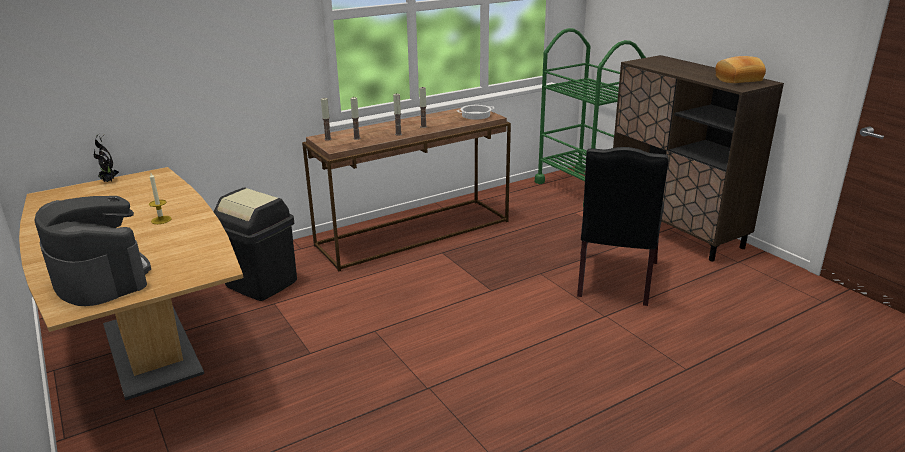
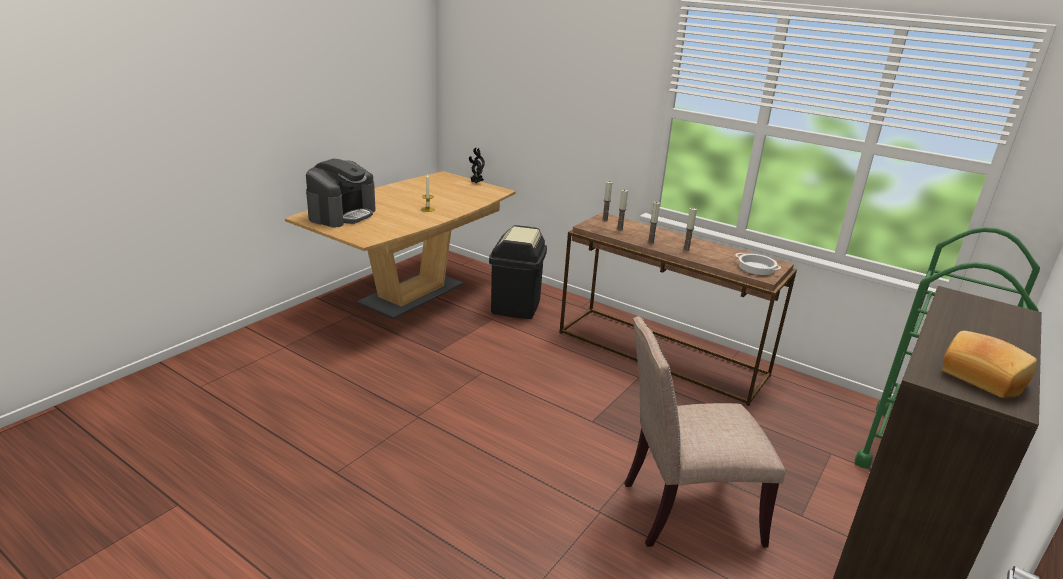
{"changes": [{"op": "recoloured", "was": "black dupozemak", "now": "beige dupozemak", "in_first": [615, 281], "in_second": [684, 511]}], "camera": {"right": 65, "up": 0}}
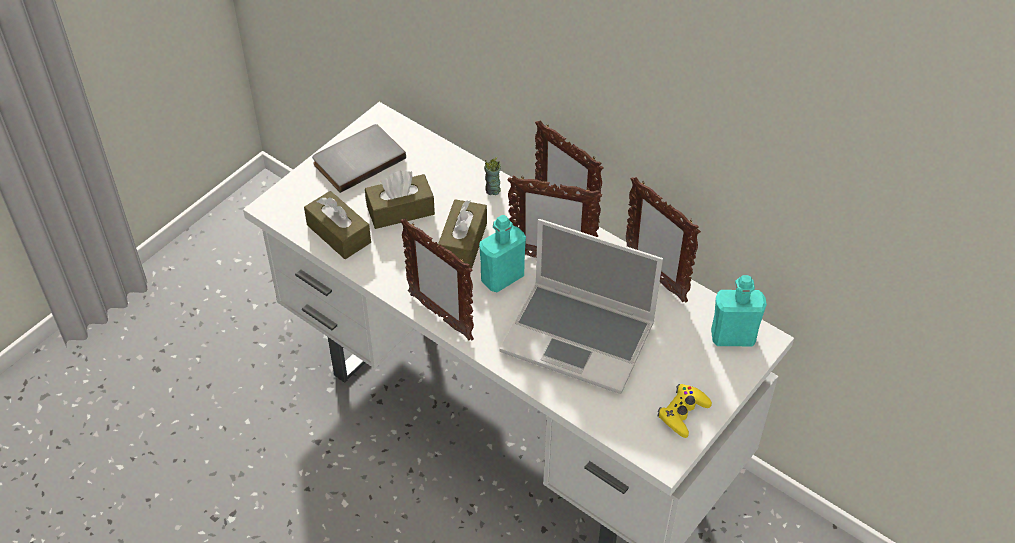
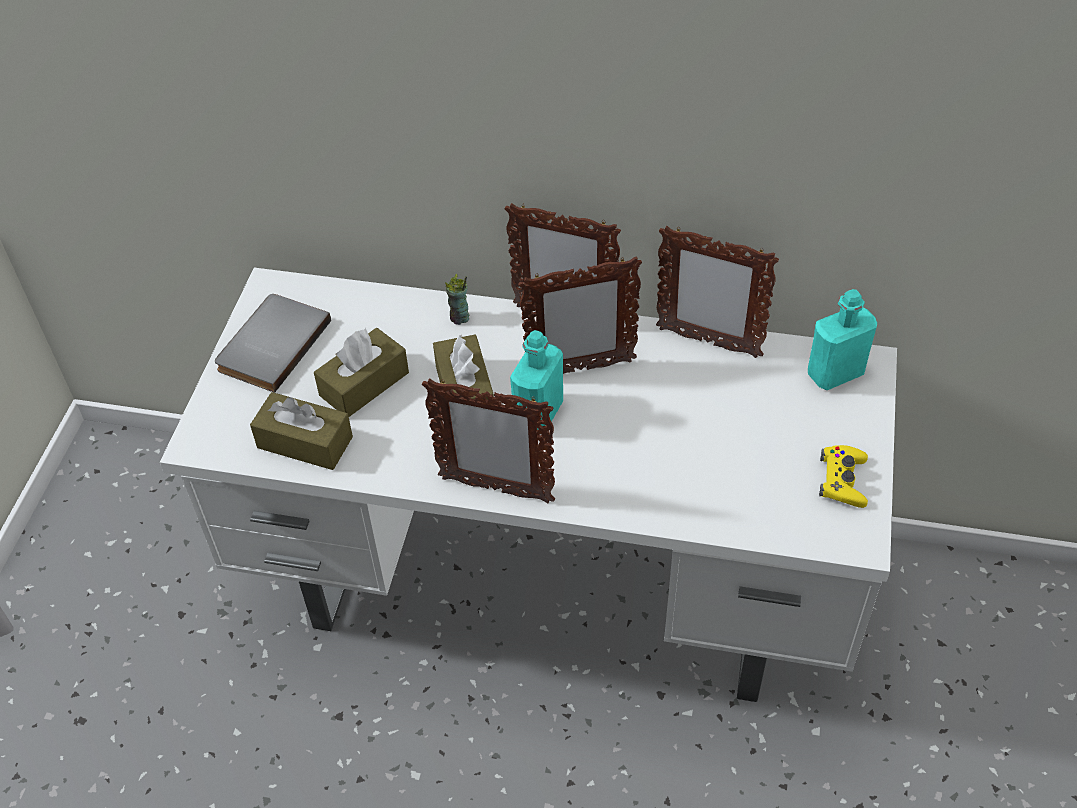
{"changes": [{"op": "removed", "was": "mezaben", "in_first": [580, 337]}], "camera": {"right": -25, "up": 0}}
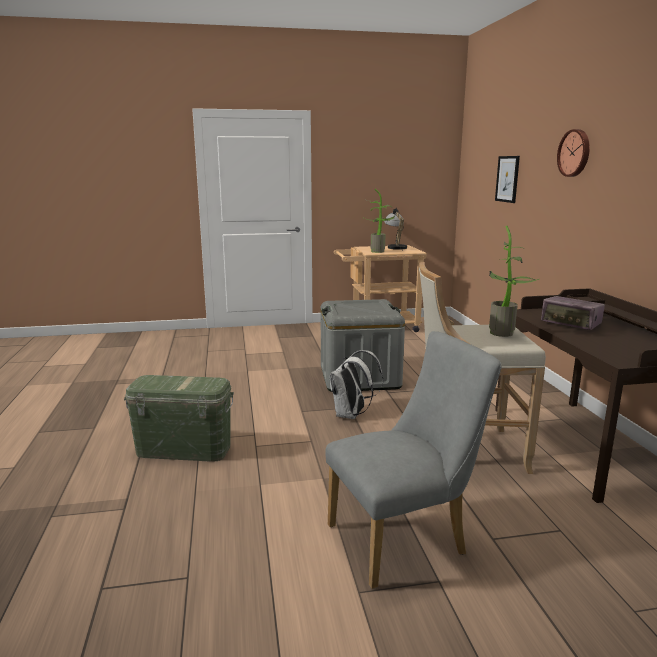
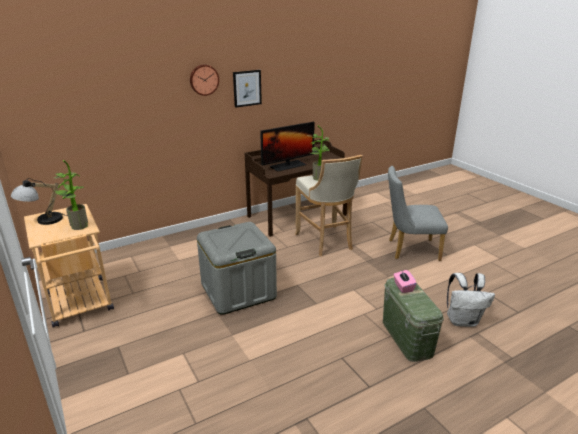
{"changes": [{"op": "added", "now": "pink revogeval", "in_second": [403, 287]}, {"op": "moved", "was": "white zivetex", "in_first": [351, 415], "in_second": [463, 320]}, {"op": "moved", "was": "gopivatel", "in_first": [507, 179], "in_second": [247, 88]}, {"op": "replaced", "was": "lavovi", "now": "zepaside", "in_first": [571, 323], "in_second": [288, 165]}, {"op": "turned", "was": "grey dupozemak", "in_first": [405, 538], "in_second": [409, 249], "clockwise": -45}], "camera": {"right": -110, "up": 10}}
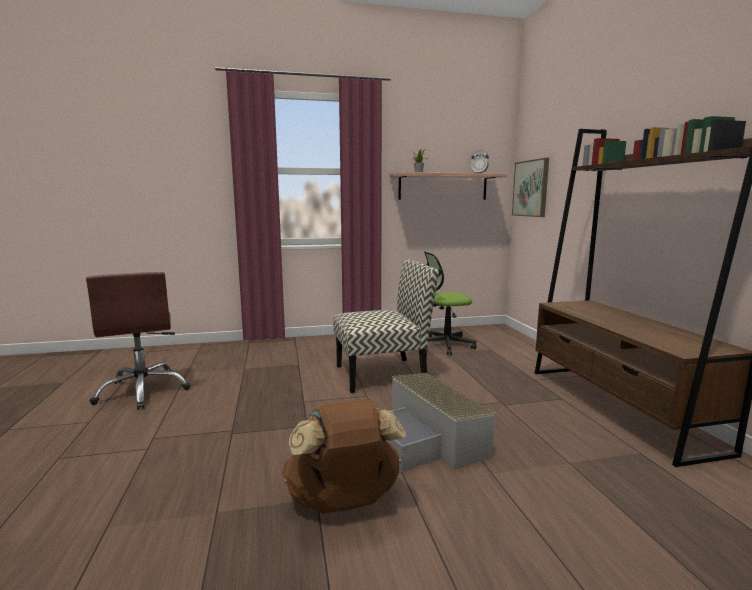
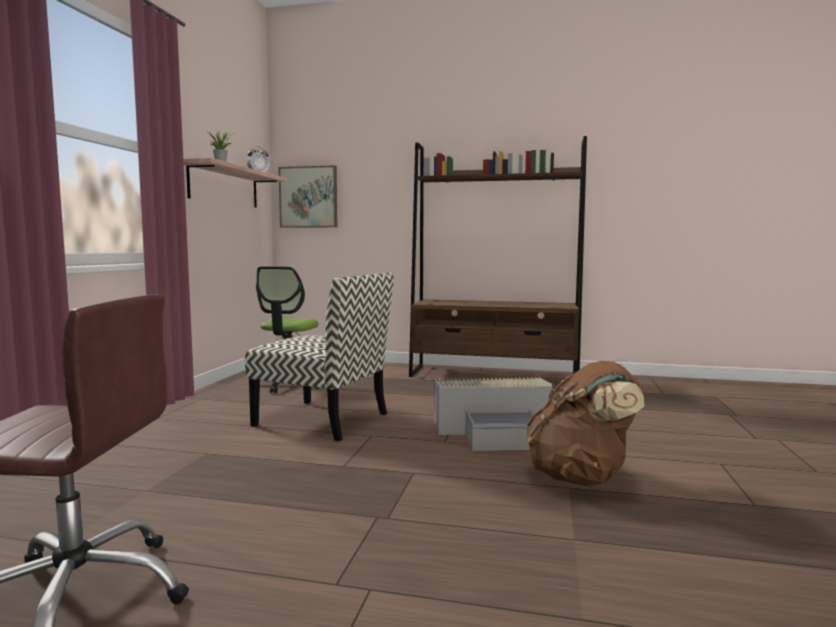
{"changes": [{"op": "turned", "was": "dupozemak", "in_first": [382, 374], "in_second": [324, 419], "clockwise": 105}], "camera": {"right": -65, "up": -5}}
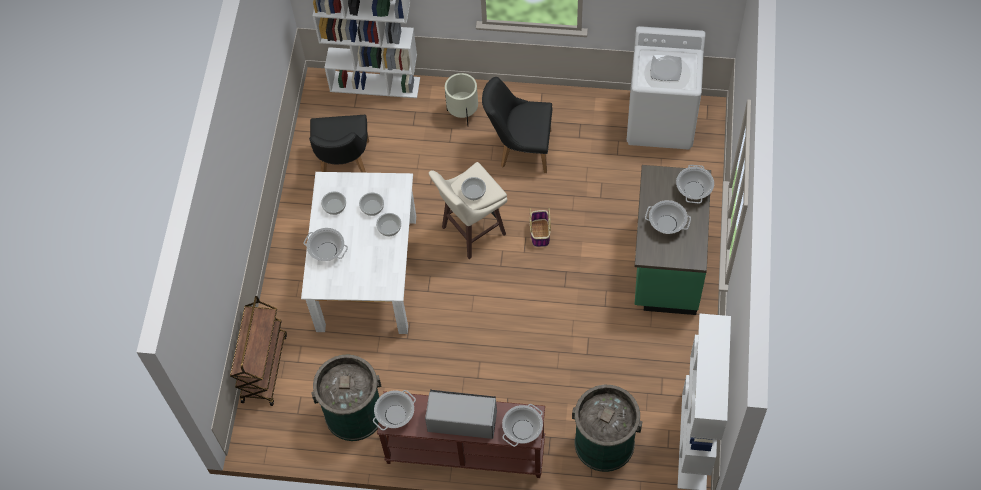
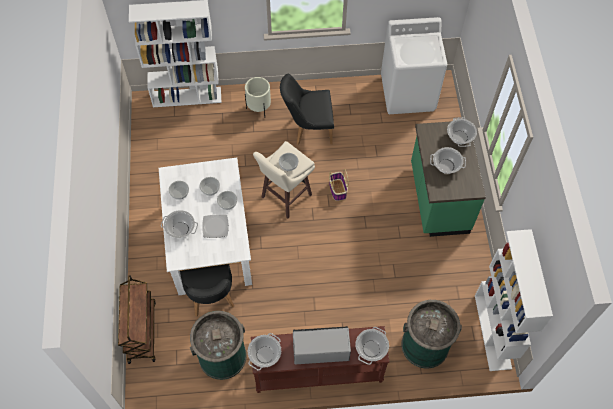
{"changes": [{"op": "moved", "was": "black dupozemak", "in_first": [344, 166], "in_second": [211, 299]}, {"op": "moved", "was": "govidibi", "in_first": [665, 68], "in_second": [215, 226]}], "camera": {"right": -15, "up": 0}}
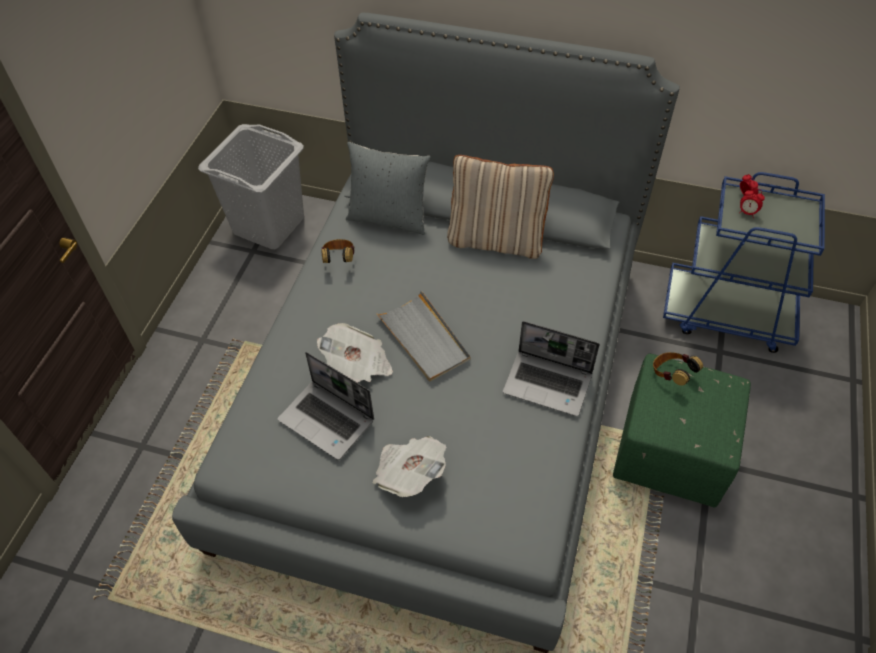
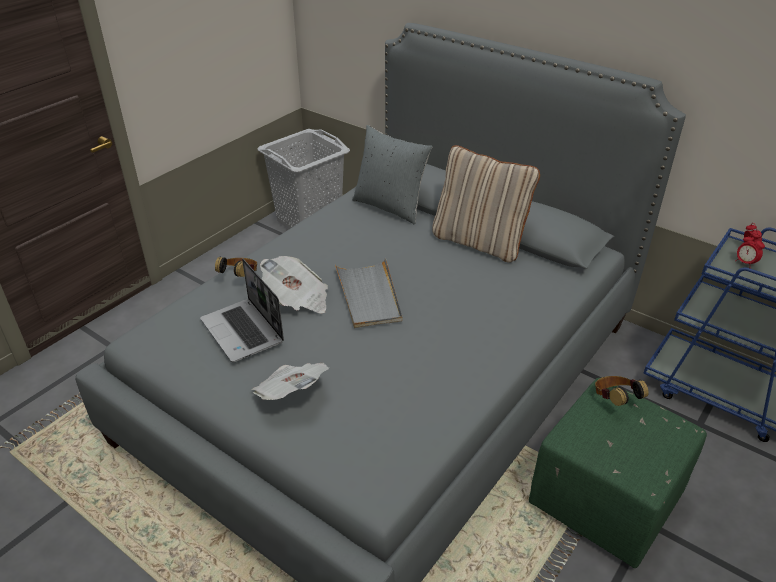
{"changes": [{"op": "removed", "was": "mezaben", "in_first": [548, 383]}, {"op": "moved", "was": "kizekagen", "in_first": [339, 260], "in_second": [240, 277]}], "camera": {"right": 20, "up": -15}}
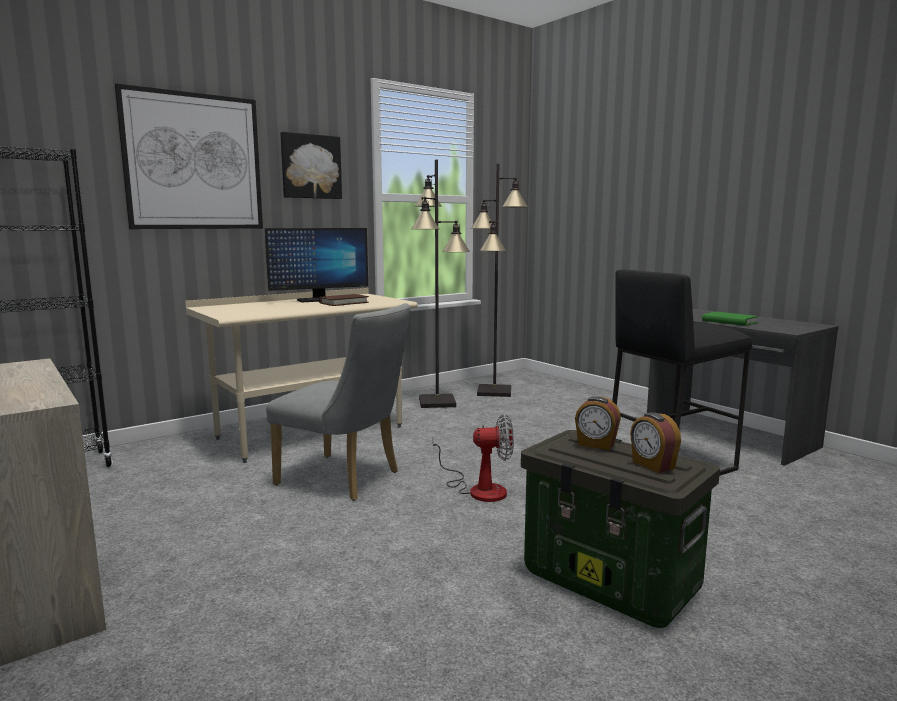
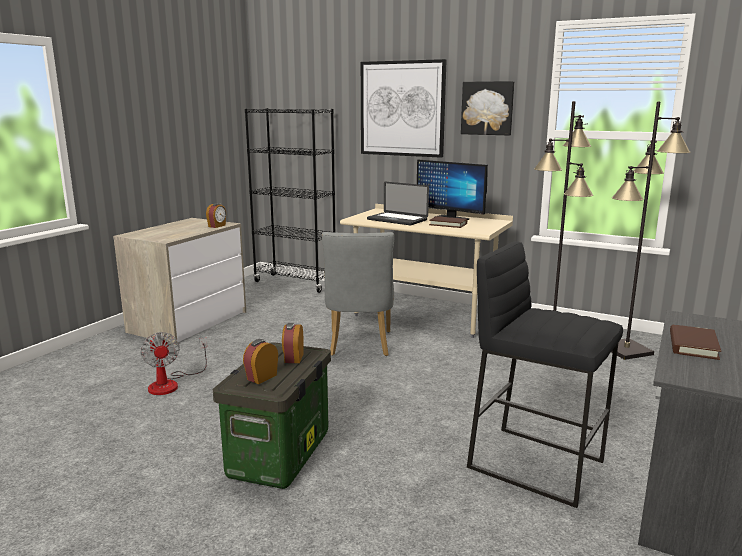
{"changes": [{"op": "added", "now": "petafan", "in_second": [217, 226]}, {"op": "added", "now": "mezaben", "in_second": [397, 220]}, {"op": "moved", "was": "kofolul", "in_first": [478, 489], "in_second": [171, 383]}, {"op": "recoloured", "was": "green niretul", "now": "brown niretul", "in_first": [729, 322], "in_second": [693, 345]}], "camera": {"right": 65, "up": 5}}
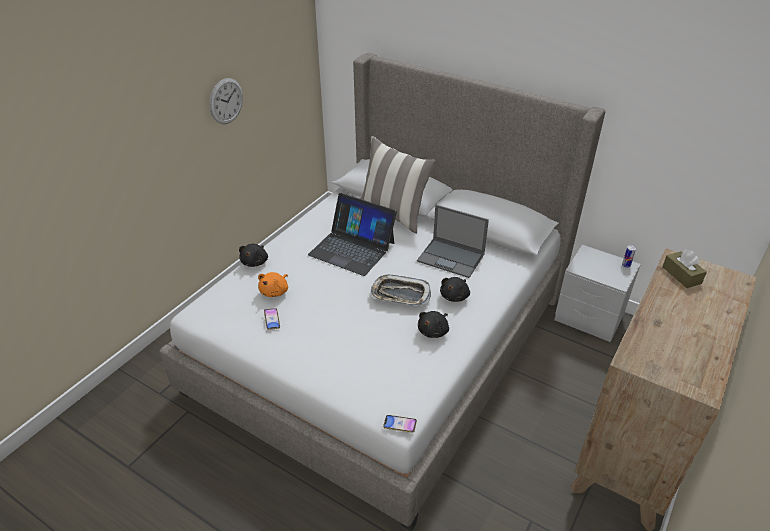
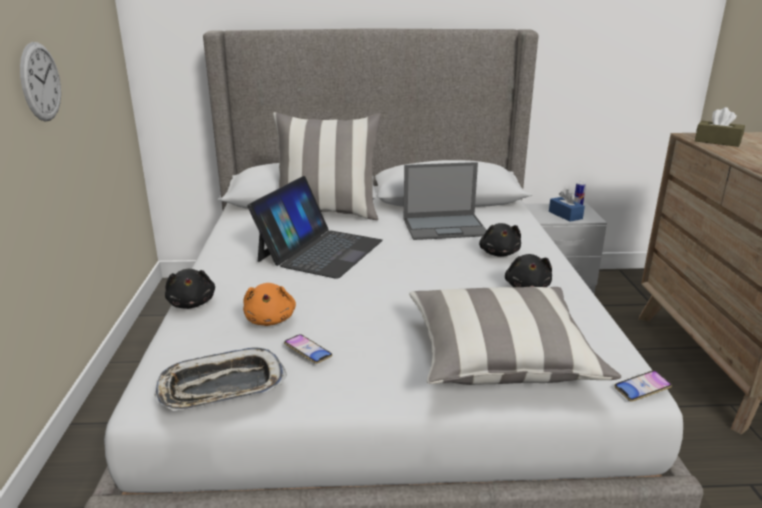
{"changes": [{"op": "added", "now": "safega", "in_second": [500, 357]}, {"op": "added", "now": "blue revogeval", "in_second": [565, 215]}, {"op": "moved", "was": "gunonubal", "in_first": [400, 294], "in_second": [221, 388]}, {"op": "turned", "was": "mezaben", "in_first": [352, 248], "in_second": [320, 250], "clockwise": -60}], "camera": {"right": -35, "up": -15}}
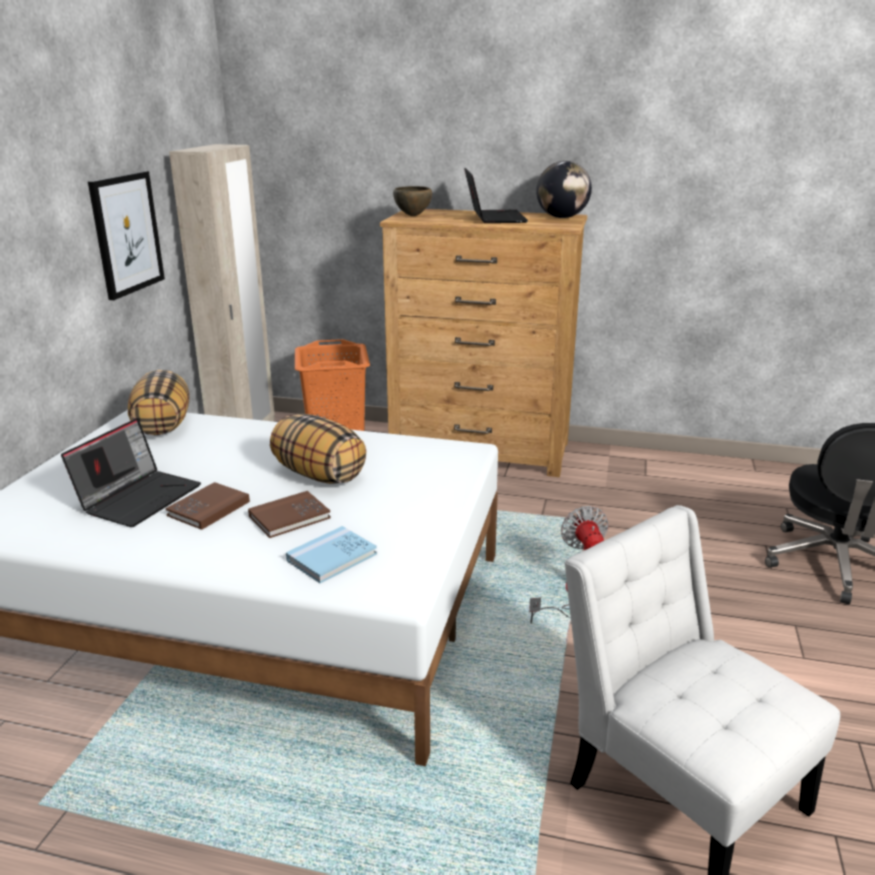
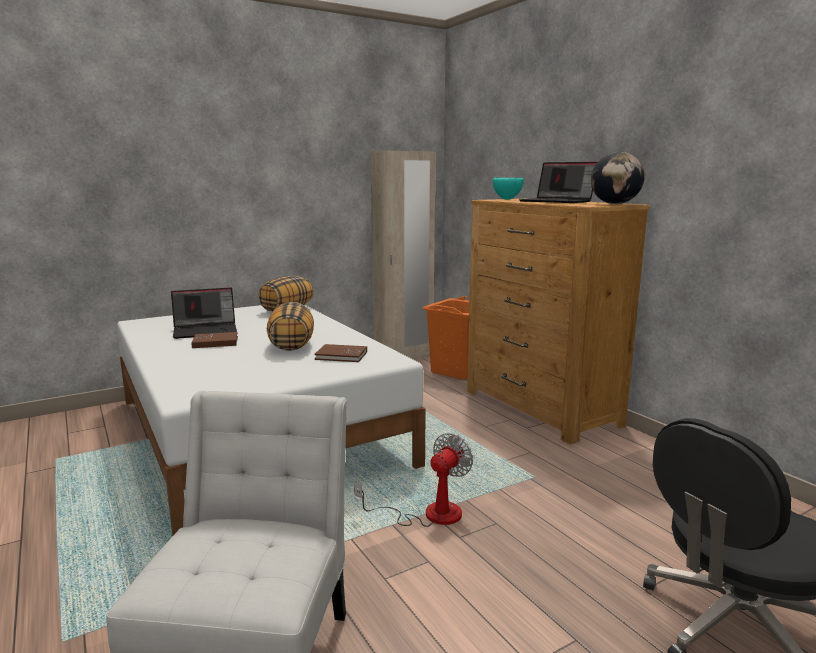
{"changes": [{"op": "removed", "was": "gopivatel", "in_first": [126, 234]}, {"op": "removed", "was": "blue niretul", "in_first": [332, 557]}, {"op": "moved", "was": "brown niretul", "in_first": [289, 517], "in_second": [341, 355]}, {"op": "recoloured", "was": "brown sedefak", "now": "turquoise sedefak", "in_first": [413, 216], "in_second": [507, 199]}, {"op": "turned", "was": "mezaben", "in_first": [493, 218], "in_second": [558, 202], "clockwise": 90}], "camera": {"right": 45, "up": -10}}
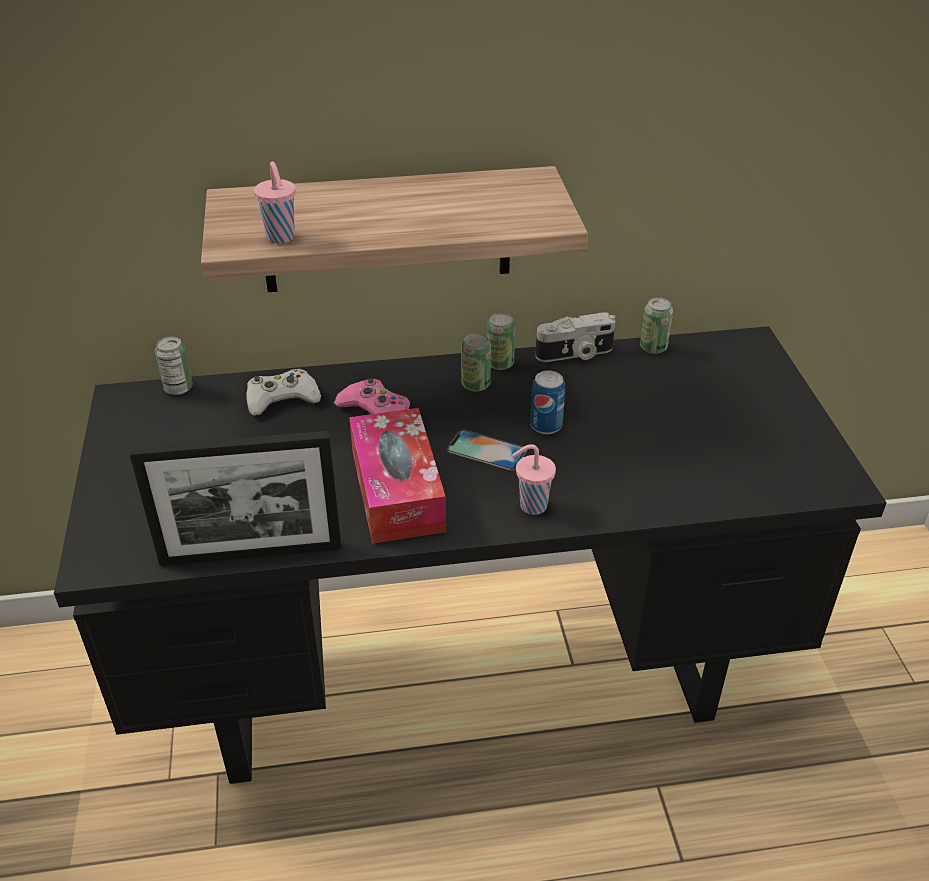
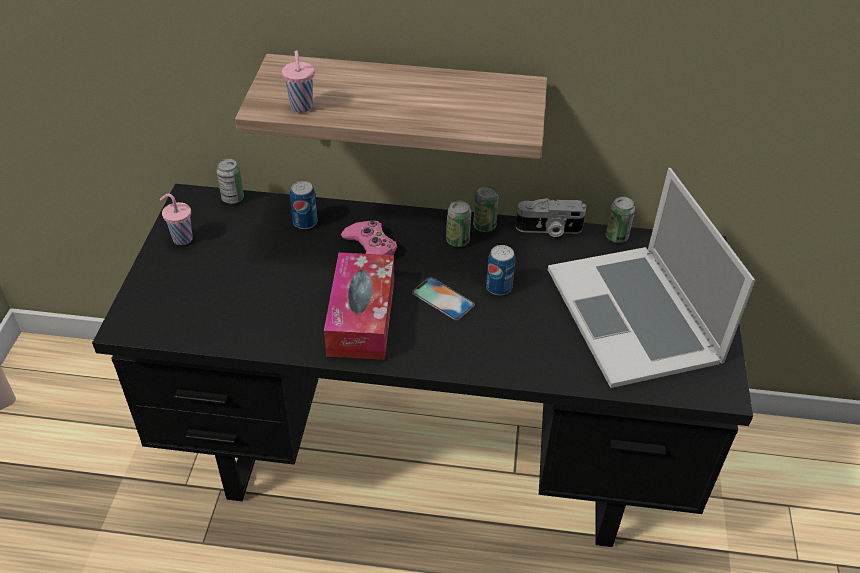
{"changes": [{"op": "removed", "was": "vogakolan", "in_first": [251, 553]}, {"op": "added", "now": "mezaben", "in_second": [634, 314]}, {"op": "moved", "was": "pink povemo", "in_first": [531, 506], "in_second": [181, 239]}, {"op": "replaced", "was": "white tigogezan", "now": "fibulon", "in_first": [282, 398], "in_second": [305, 222]}], "camera": {"right": 15, "up": 5}}
